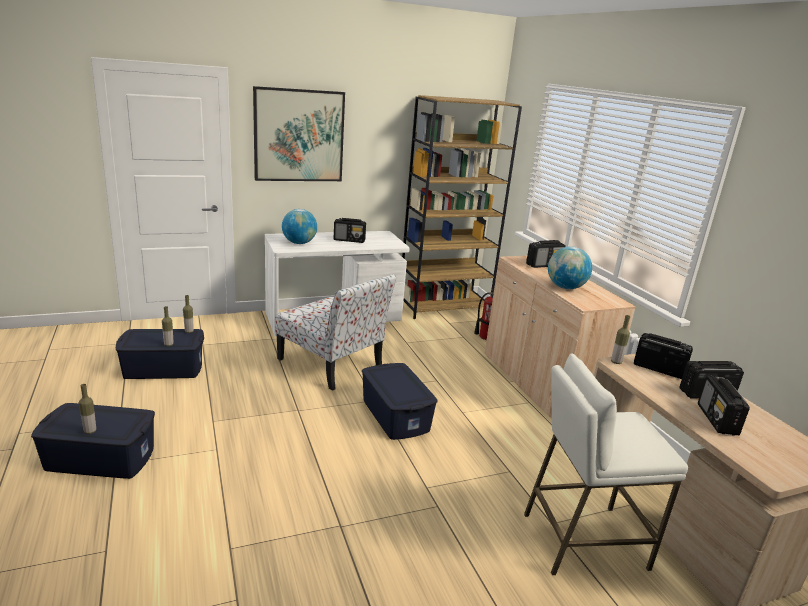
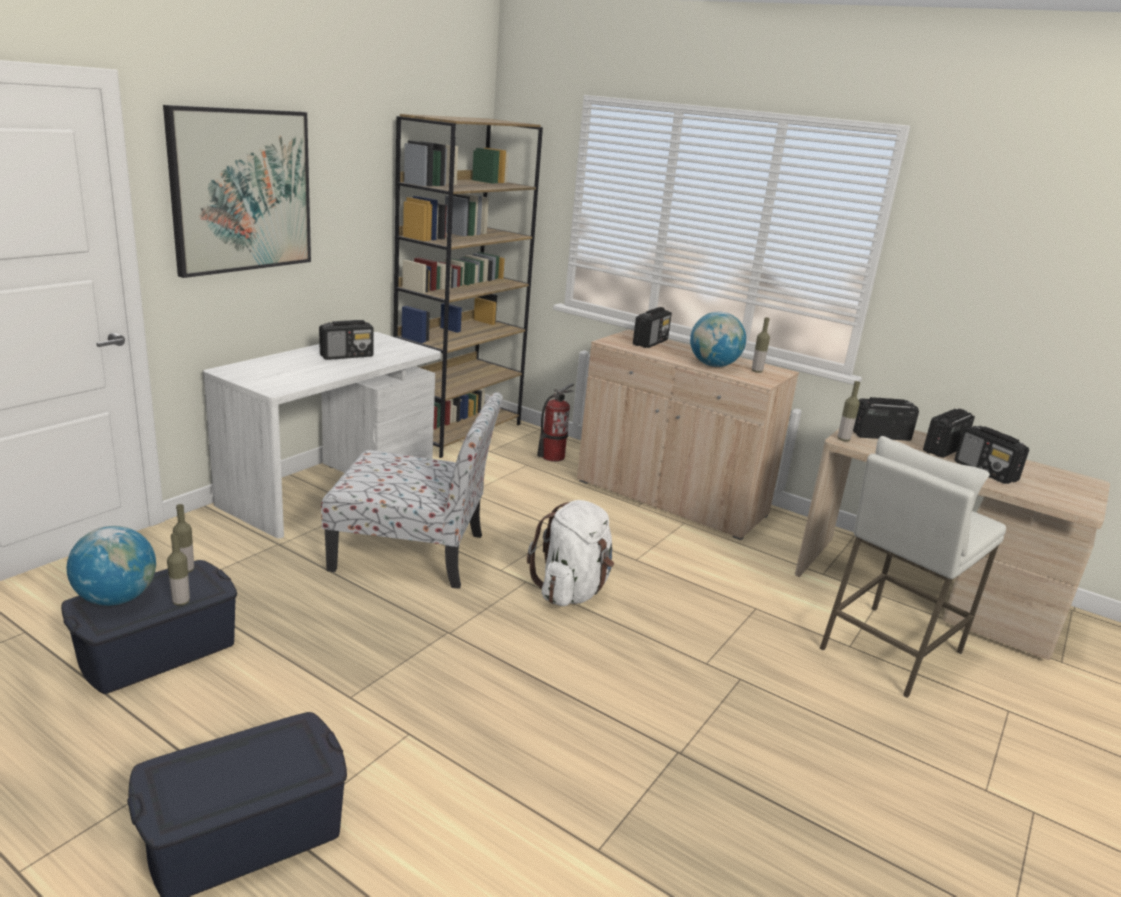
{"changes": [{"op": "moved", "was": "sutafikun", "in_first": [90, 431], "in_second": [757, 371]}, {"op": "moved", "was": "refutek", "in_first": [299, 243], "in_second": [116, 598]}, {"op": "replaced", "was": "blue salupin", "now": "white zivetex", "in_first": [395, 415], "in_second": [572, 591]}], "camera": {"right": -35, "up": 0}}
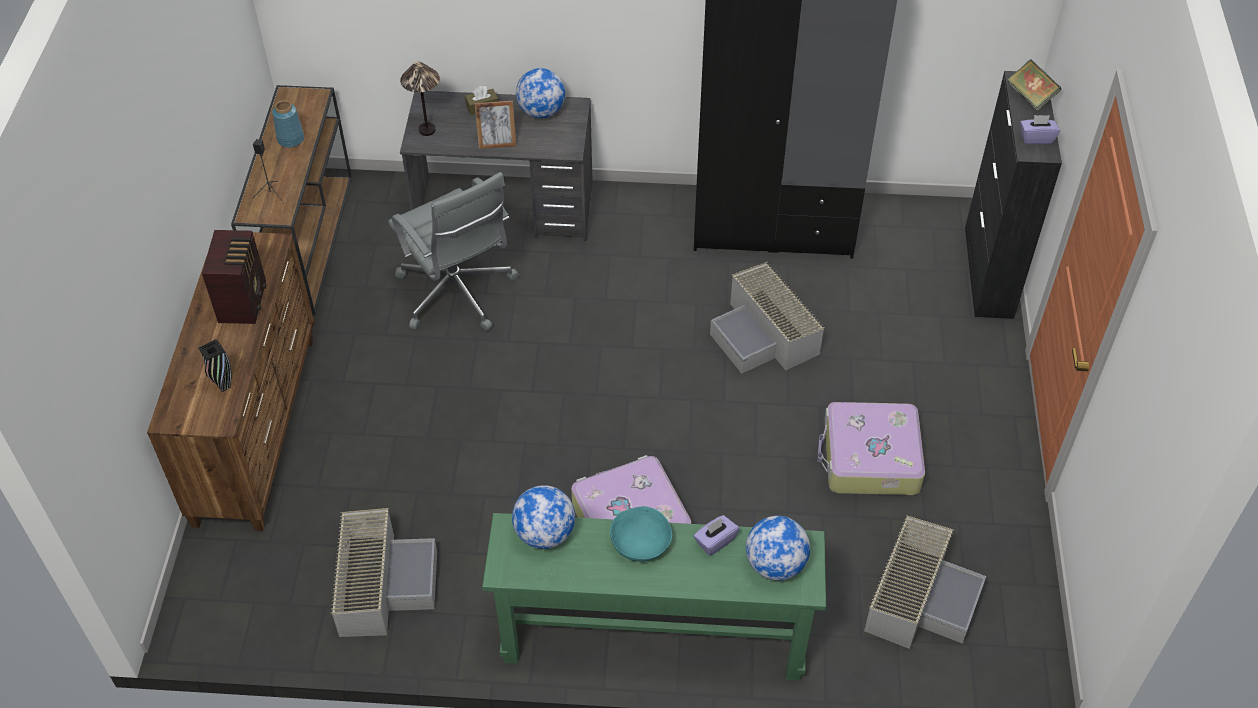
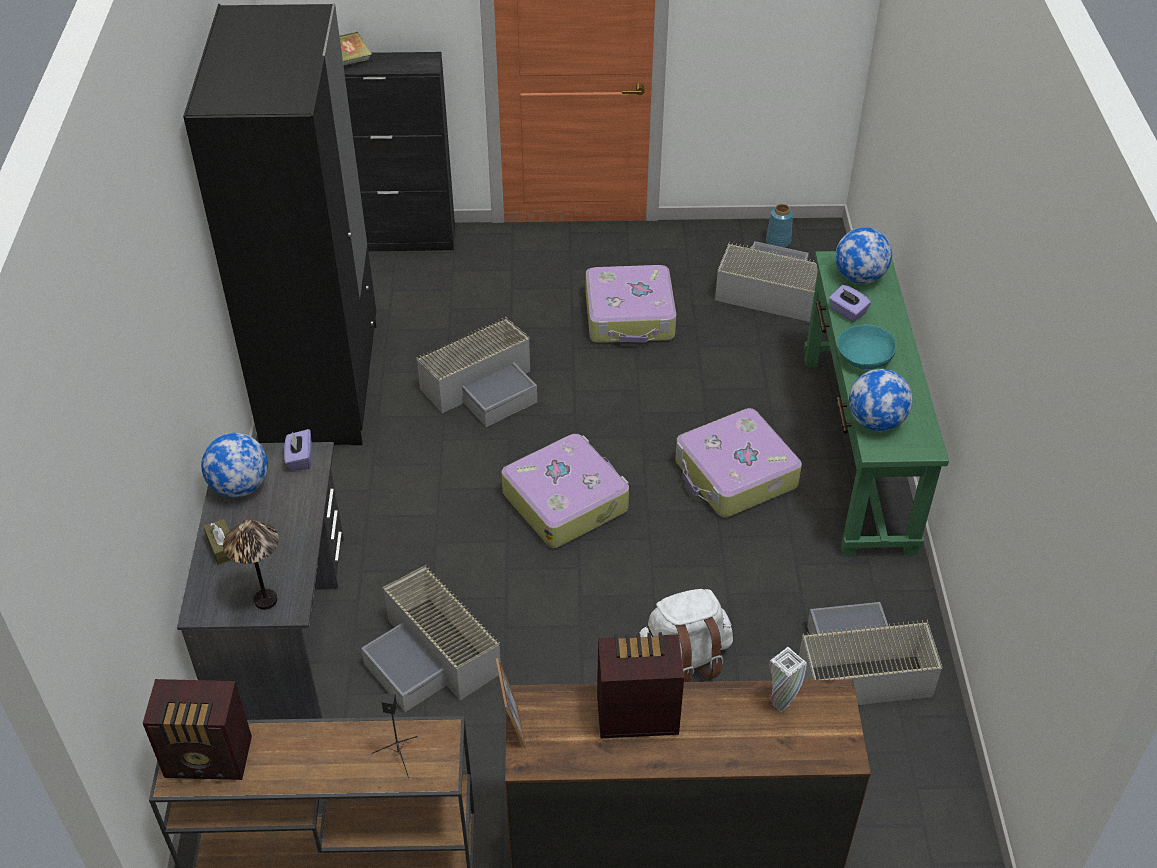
{"changes": [{"op": "added", "now": "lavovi", "in_second": [210, 759]}, {"op": "added", "now": "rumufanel", "in_second": [566, 500]}, {"op": "added", "now": "white zivetex", "in_second": [683, 659]}, {"op": "moved", "was": "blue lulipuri", "in_first": [291, 139], "in_second": [778, 241]}, {"op": "moved", "was": "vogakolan", "in_first": [497, 143], "in_second": [512, 725]}, {"op": "moved", "was": "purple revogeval", "in_first": [1036, 138], "in_second": [300, 459]}, {"op": "replaced", "was": "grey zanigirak", "now": "grey salupin", "in_first": [457, 294], "in_second": [432, 656]}, {"op": "recoloured", "was": "black lulipuri", "now": "white lulipuri", "in_first": [224, 386], "in_second": [780, 705]}], "camera": {"right": -95, "up": -5}}
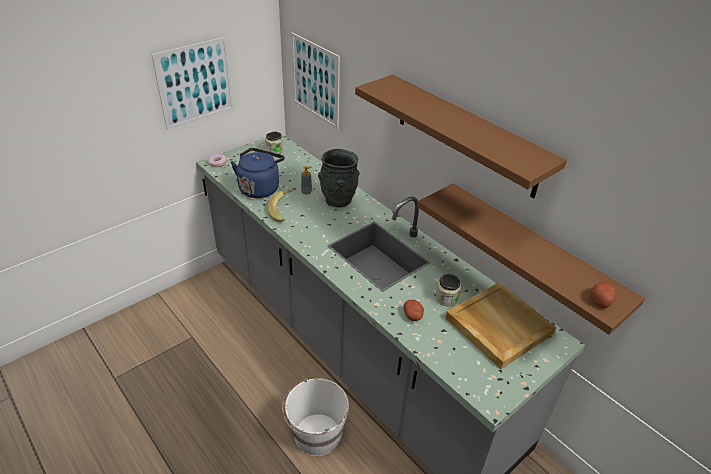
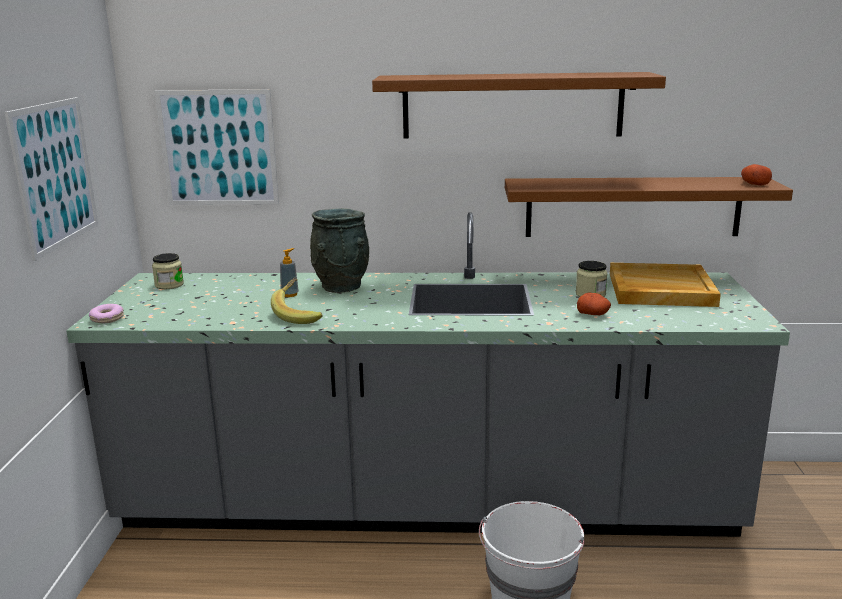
{"changes": [{"op": "removed", "was": "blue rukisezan", "in_first": [260, 188]}], "camera": {"right": -45, "up": -20}}
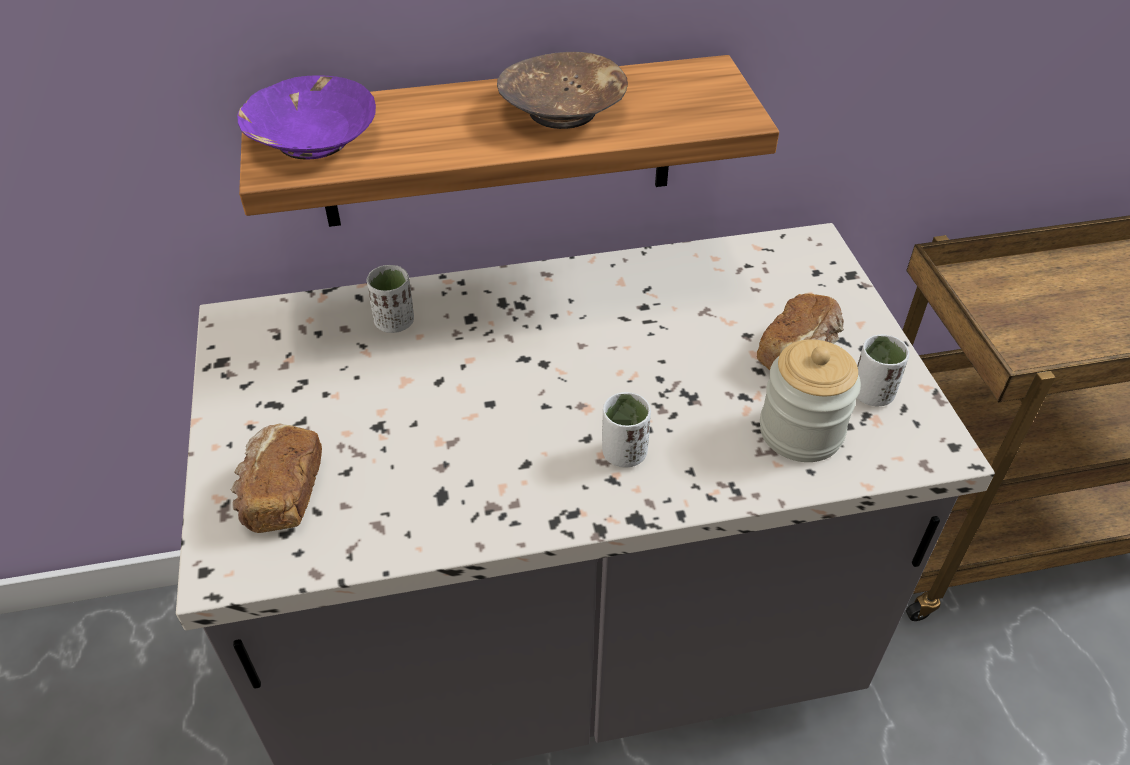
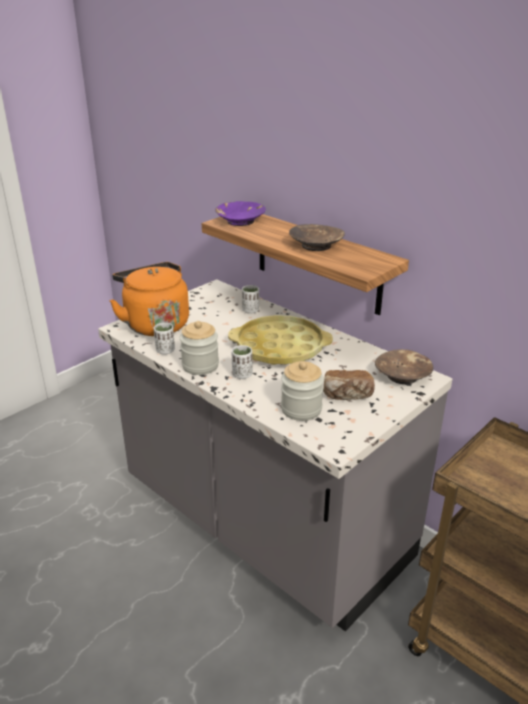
{"changes": [{"op": "added", "now": "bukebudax", "in_second": [200, 365]}, {"op": "added", "now": "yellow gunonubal", "in_second": [280, 347]}, {"op": "added", "now": "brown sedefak", "in_second": [403, 376]}, {"op": "moved", "was": "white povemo", "in_first": [872, 394], "in_second": [165, 351]}, {"op": "replaced", "was": "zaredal", "now": "orange rukisezan", "in_first": [281, 494], "in_second": [155, 324]}], "camera": {"right": 55, "up": -15}}
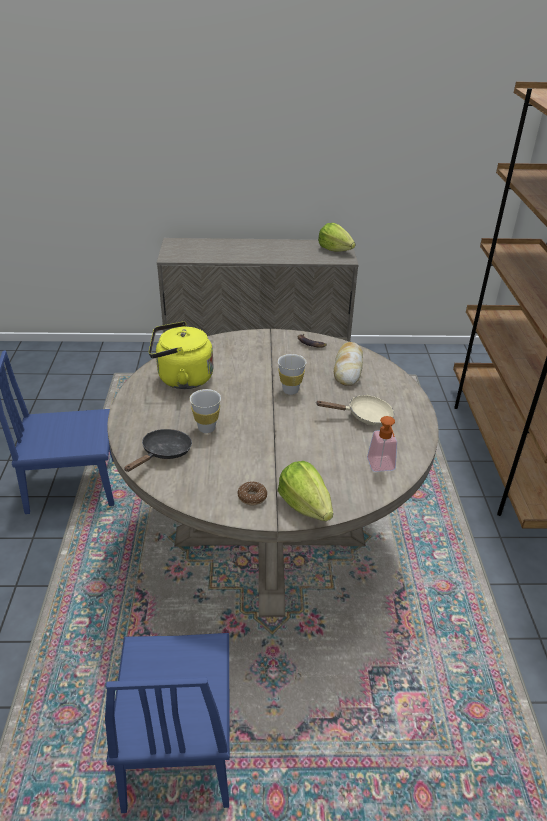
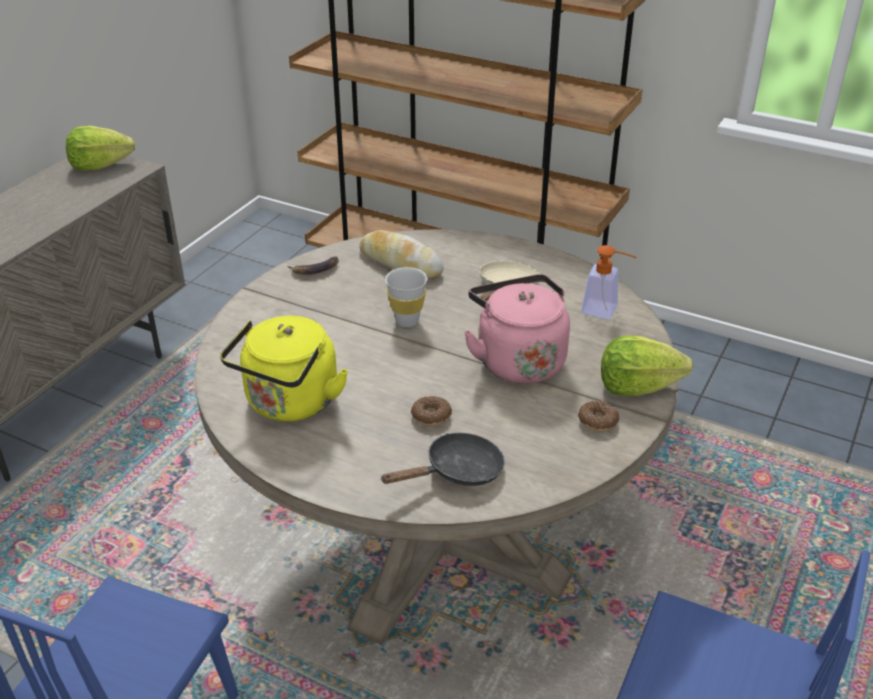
{"changes": [{"op": "added", "now": "pink rukisezan", "in_second": [517, 360]}, {"op": "replaced", "was": "white povemo", "now": "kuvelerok", "in_first": [206, 428], "in_second": [431, 416]}, {"op": "turned", "was": "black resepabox", "in_first": [164, 453], "in_second": [457, 472], "clockwise": 90}], "camera": {"right": -60, "up": 0}}
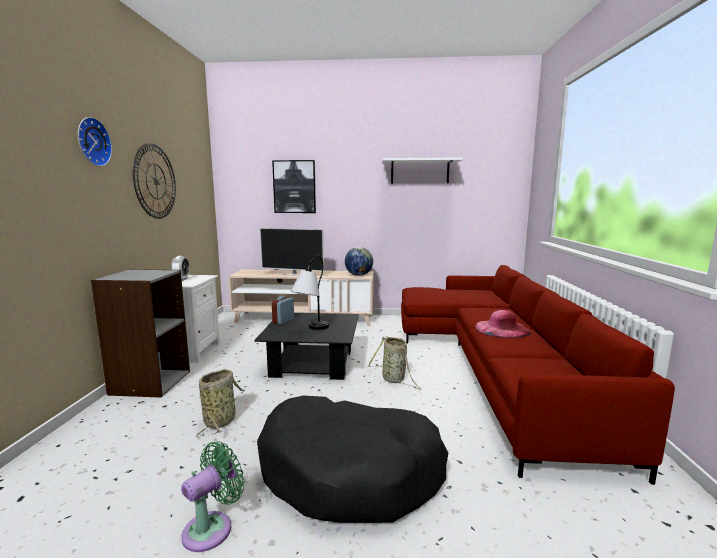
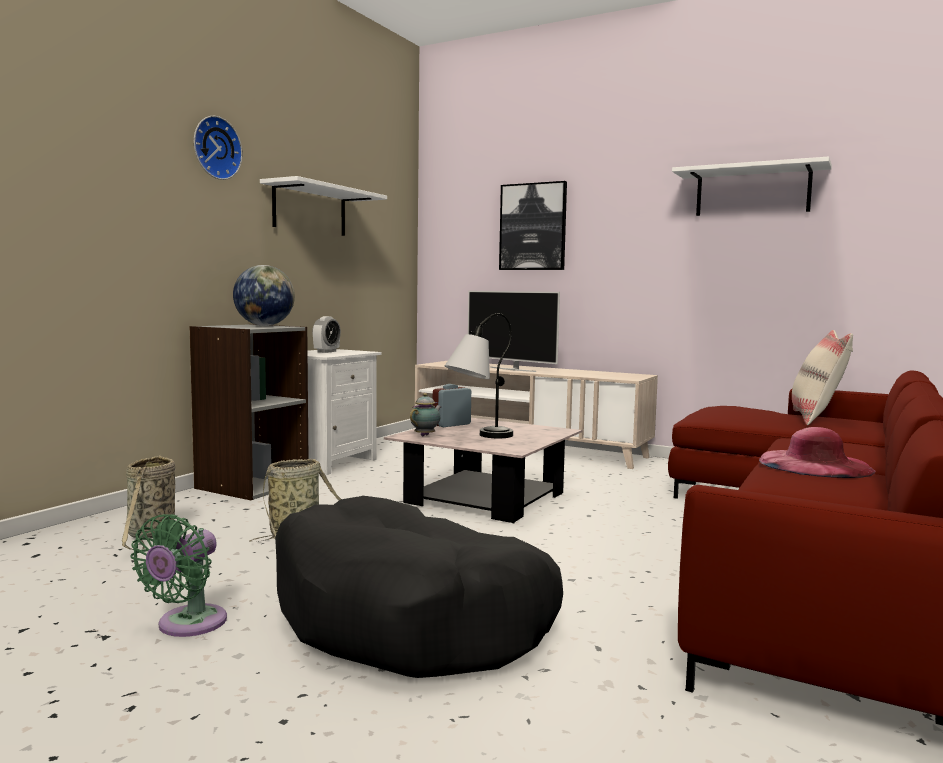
{"changes": [{"op": "added", "now": "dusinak", "in_second": [426, 435]}, {"op": "added", "now": "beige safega", "in_second": [817, 418]}, {"op": "moved", "was": "refutek", "in_first": [358, 275], "in_second": [264, 325]}, {"op": "moved", "was": "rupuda", "in_first": [394, 380], "in_second": [150, 535]}, {"op": "replaced", "was": "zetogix", "now": "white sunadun", "in_first": [155, 181], "in_second": [310, 210]}, {"op": "recoloured", "was": "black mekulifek", "now": "pink mekulifek", "in_first": [312, 363], "in_second": [485, 498]}, {"op": "turned", "was": "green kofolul", "in_first": [212, 528], "in_second": [187, 625], "clockwise": 135}], "camera": {"right": 25, "up": -5}}
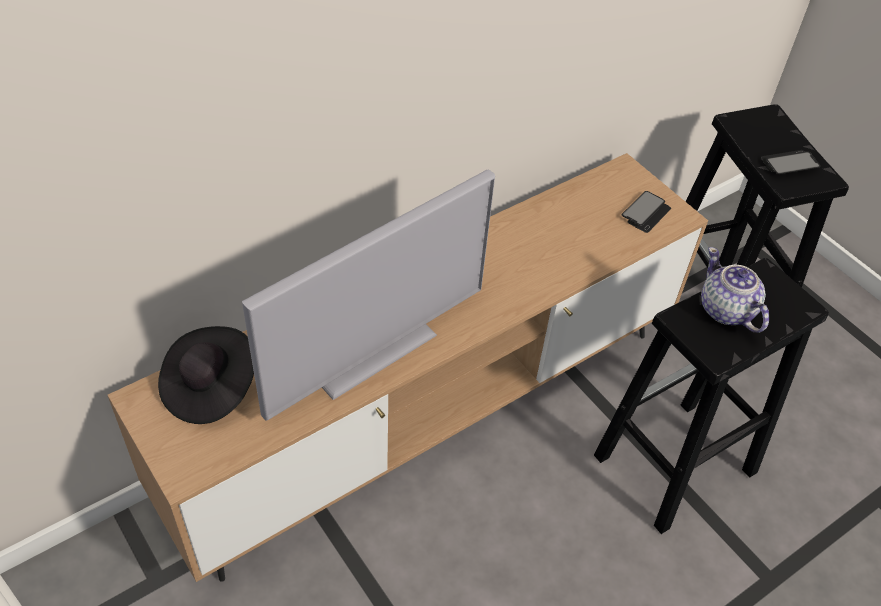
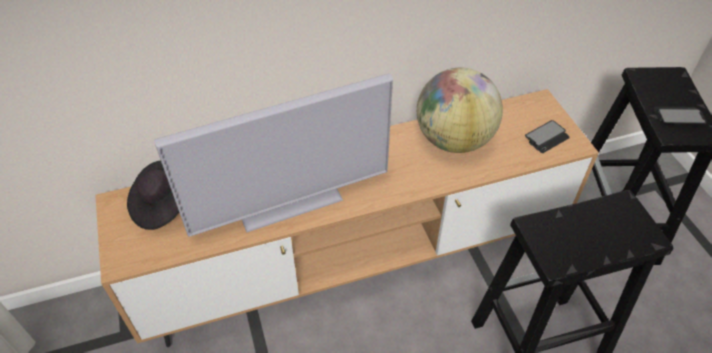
{"changes": [{"op": "removed", "was": "dusinak", "in_first": [726, 311]}, {"op": "added", "now": "refutek", "in_second": [453, 139]}], "camera": {"right": 20, "up": 0}}
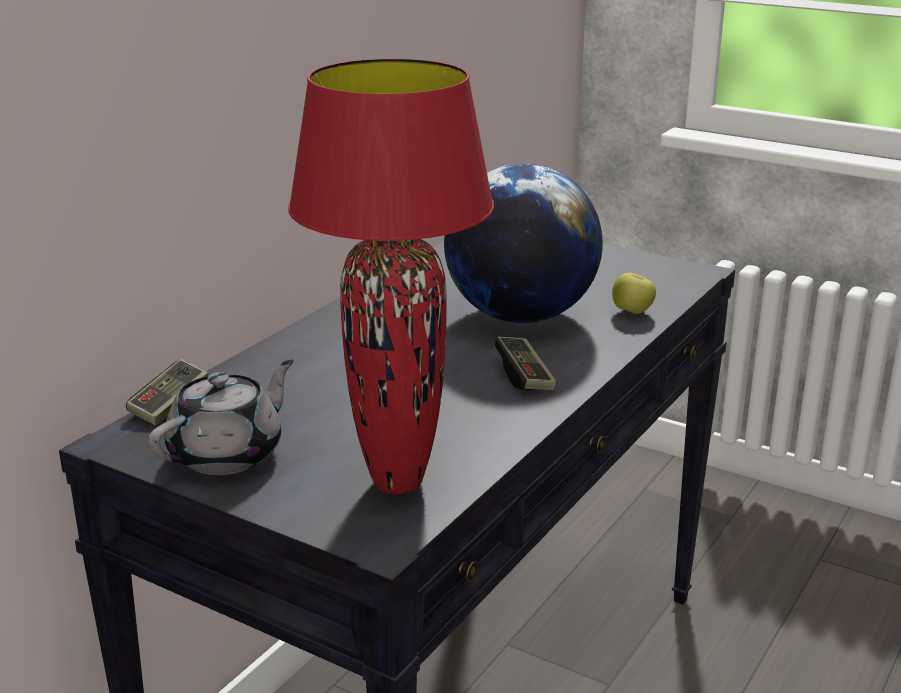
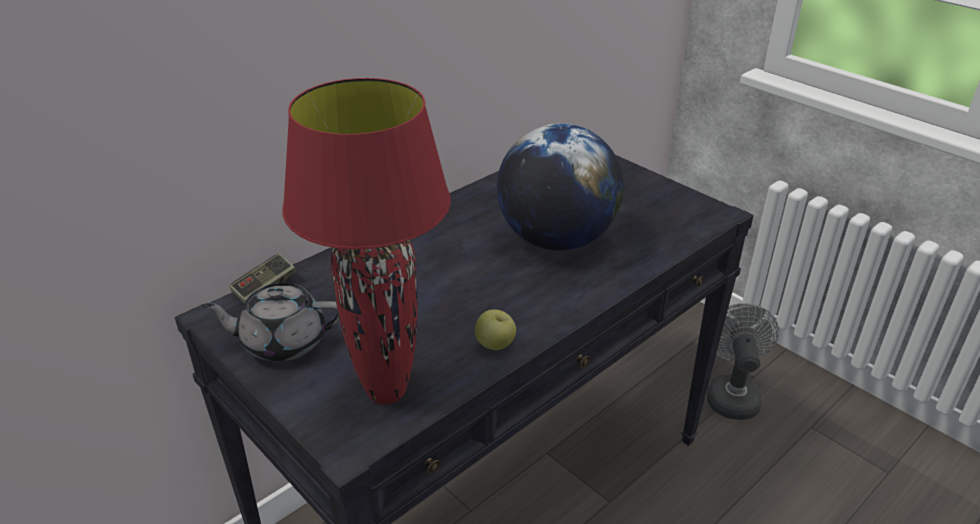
{"changes": [{"op": "removed", "was": "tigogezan", "in_first": [524, 376]}, {"op": "added", "now": "grey kofolul", "in_second": [731, 394]}, {"op": "moved", "was": "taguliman", "in_first": [632, 312], "in_second": [495, 345]}, {"op": "turned", "was": "grey dusinak", "in_first": [228, 454], "in_second": [282, 342], "clockwise": -150}], "camera": {"right": 15, "up": 10}}
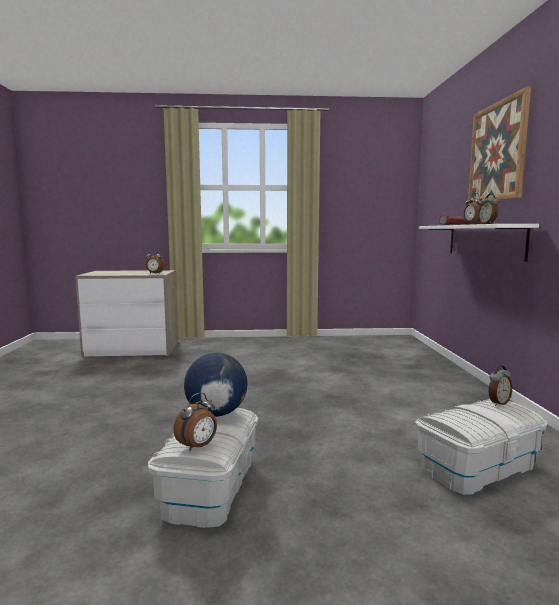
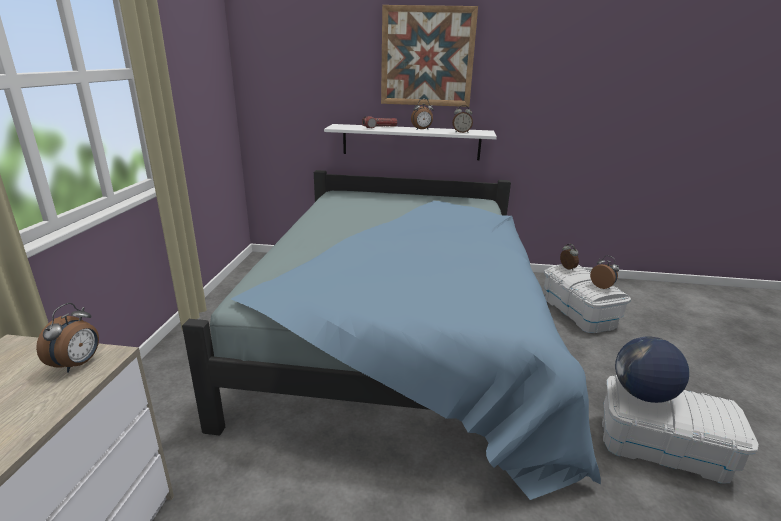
{"changes": [{"op": "added", "now": "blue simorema", "in_second": [402, 335]}, {"op": "moved", "was": "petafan", "in_first": [198, 446], "in_second": [602, 286]}], "camera": {"right": -80, "up": 15}}
